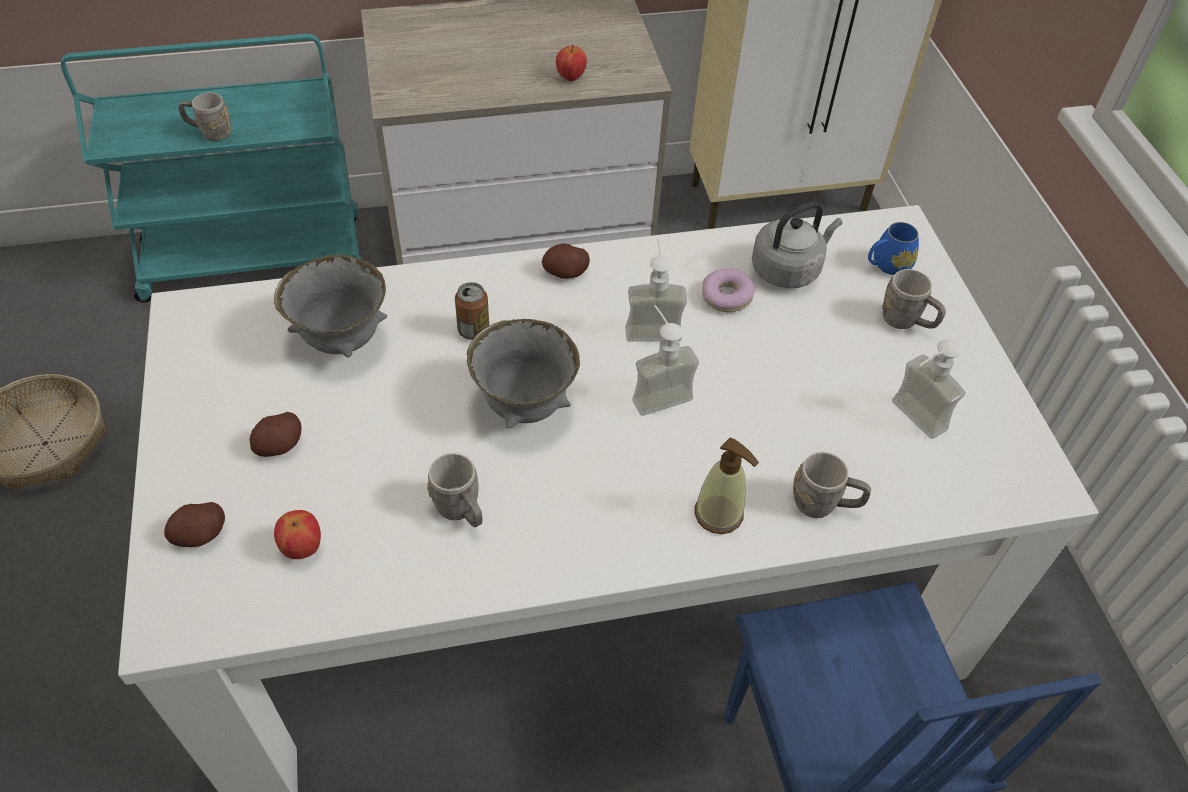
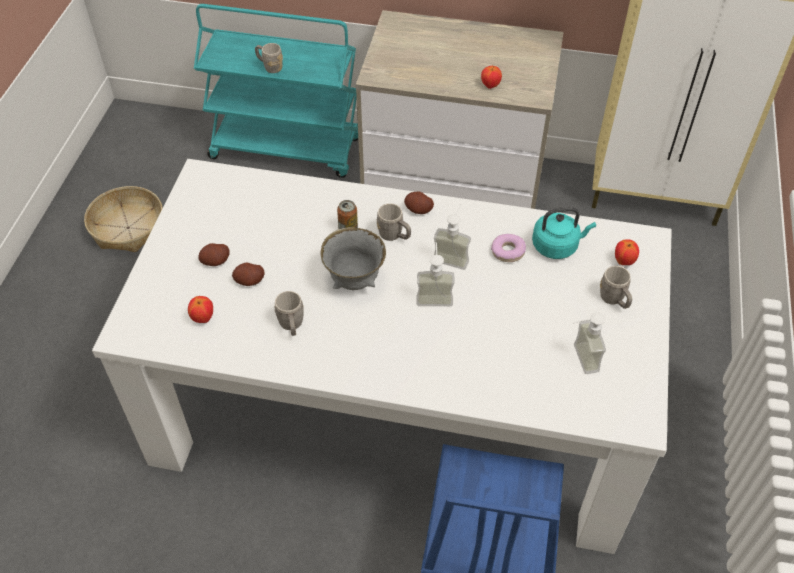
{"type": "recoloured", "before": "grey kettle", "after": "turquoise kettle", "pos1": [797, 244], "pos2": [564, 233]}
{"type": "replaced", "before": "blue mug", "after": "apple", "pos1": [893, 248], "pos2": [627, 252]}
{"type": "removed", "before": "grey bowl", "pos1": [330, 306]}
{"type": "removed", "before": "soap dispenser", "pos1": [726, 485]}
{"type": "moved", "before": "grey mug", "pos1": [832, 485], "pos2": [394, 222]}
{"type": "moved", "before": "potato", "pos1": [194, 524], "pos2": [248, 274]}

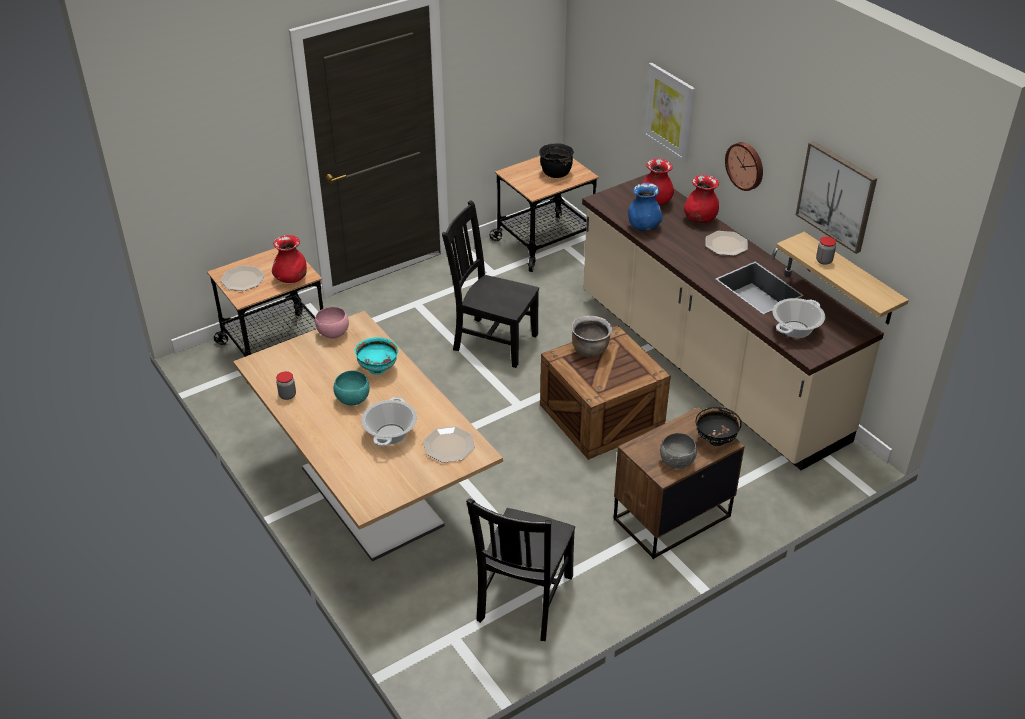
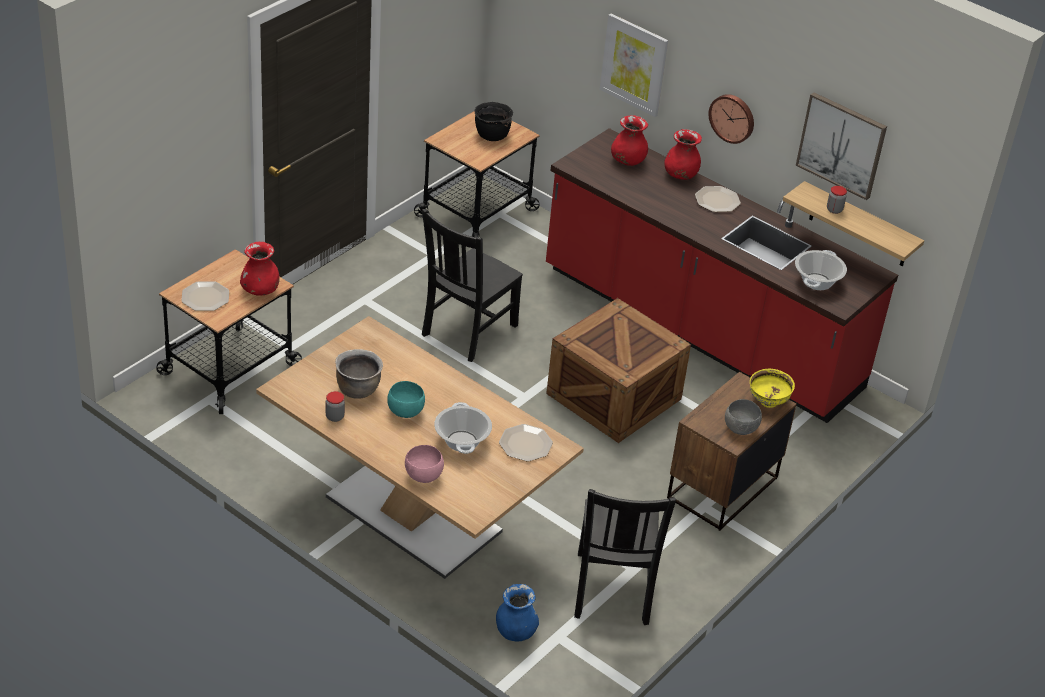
{"type": "recoloured", "before": "beige counter", "after": "red counter", "pos1": [733, 322], "pos2": [722, 275]}
{"type": "moved", "before": "blue vase", "pos1": [645, 207], "pos2": [517, 612]}
{"type": "turned", "before": "black chair", "pos1": [490, 284], "pos2": [472, 285], "turn": -60}
{"type": "moved", "before": "pink bowl", "pos1": [332, 323], "pos2": [424, 464]}
{"type": "moved", "before": "brown cooking pot", "pos1": [592, 336], "pos2": [359, 374]}
{"type": "removed", "before": "turquoise bowl", "pos1": [376, 356]}
{"type": "recoloured", "before": "black bowl", "after": "yellow bowl", "pos1": [719, 426], "pos2": [772, 388]}

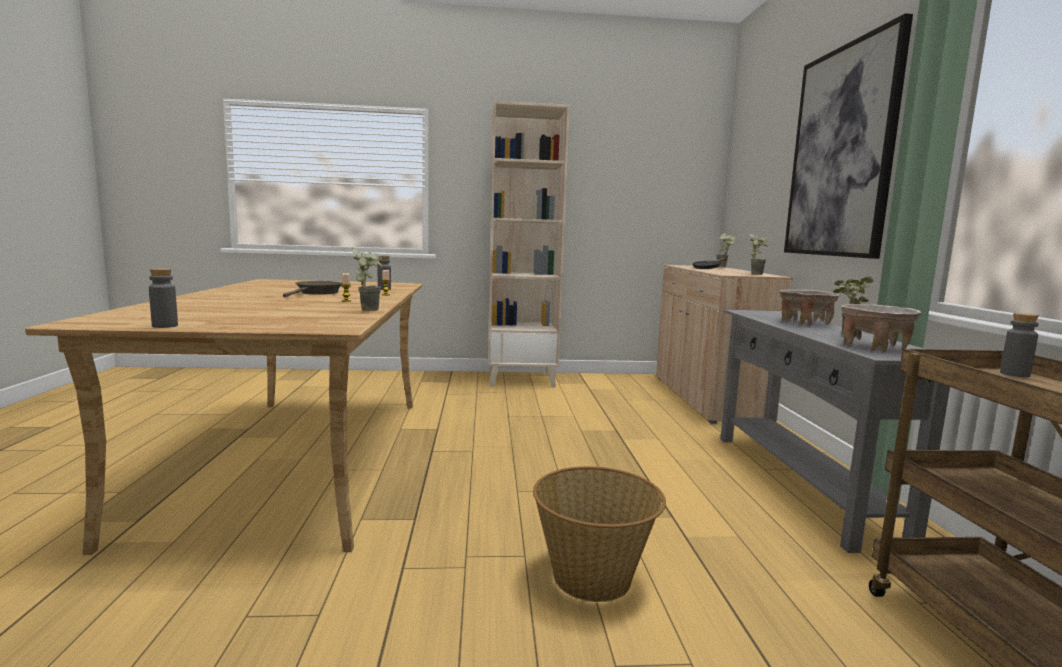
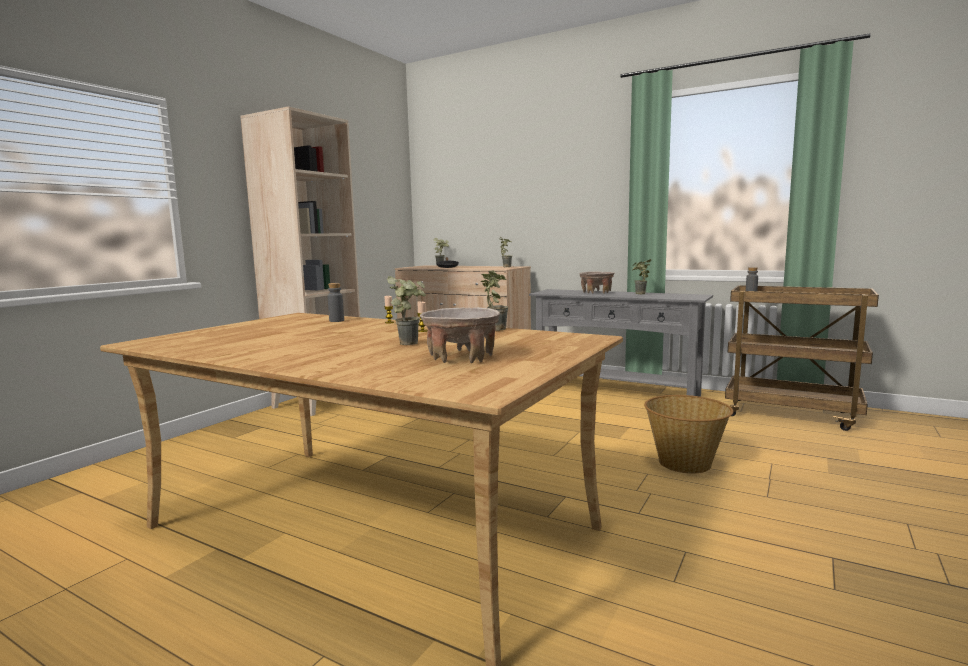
{"type": "removed", "before": "picture", "pos1": [848, 136]}
{"type": "removed", "before": "grey bottle", "pos1": [163, 298]}
{"type": "removed", "before": "brown frying pan", "pos1": [312, 289]}
{"type": "moved", "before": "beige bowl", "pos1": [881, 328], "pos2": [460, 335]}
{"type": "added", "after": "potted plant", "pos2": [406, 310]}

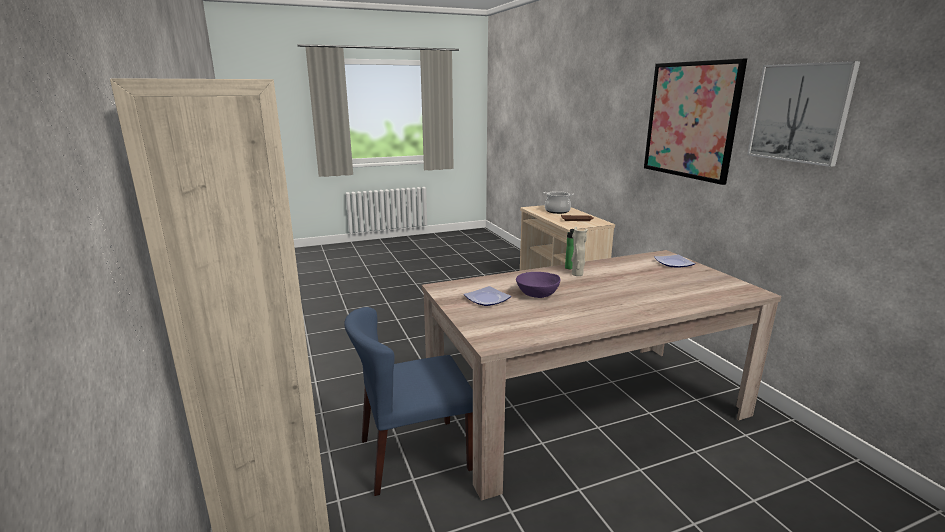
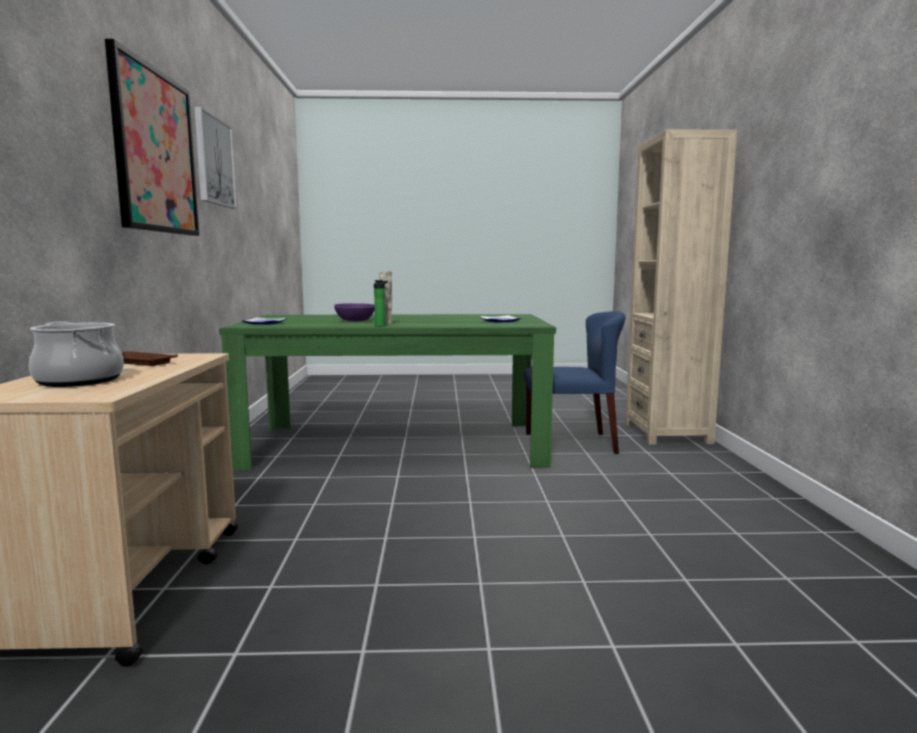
{"type": "recoloured", "before": "beige dining table", "after": "green dining table", "pos1": [601, 375], "pos2": [387, 392]}
{"type": "moved", "before": "purple bowl", "pos1": [538, 285], "pos2": [354, 312]}

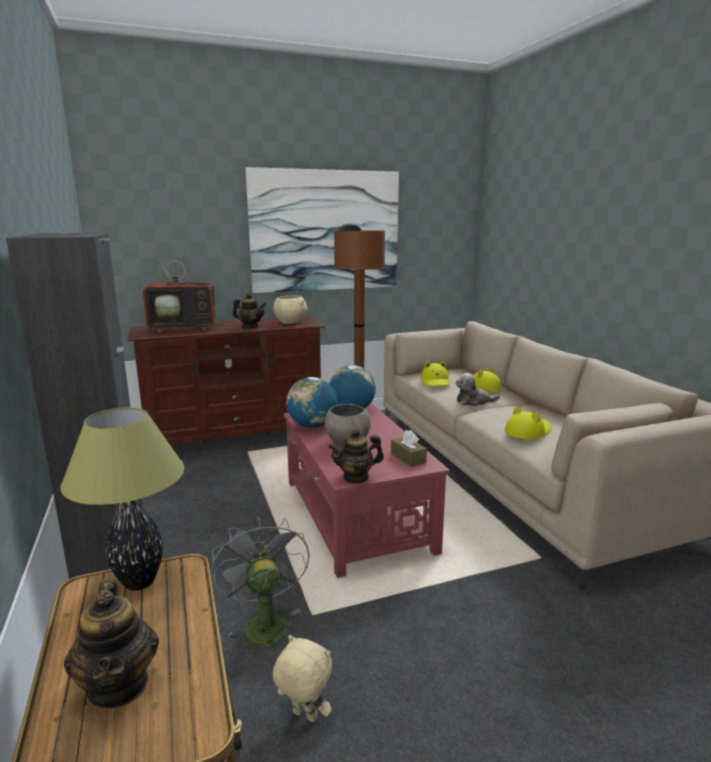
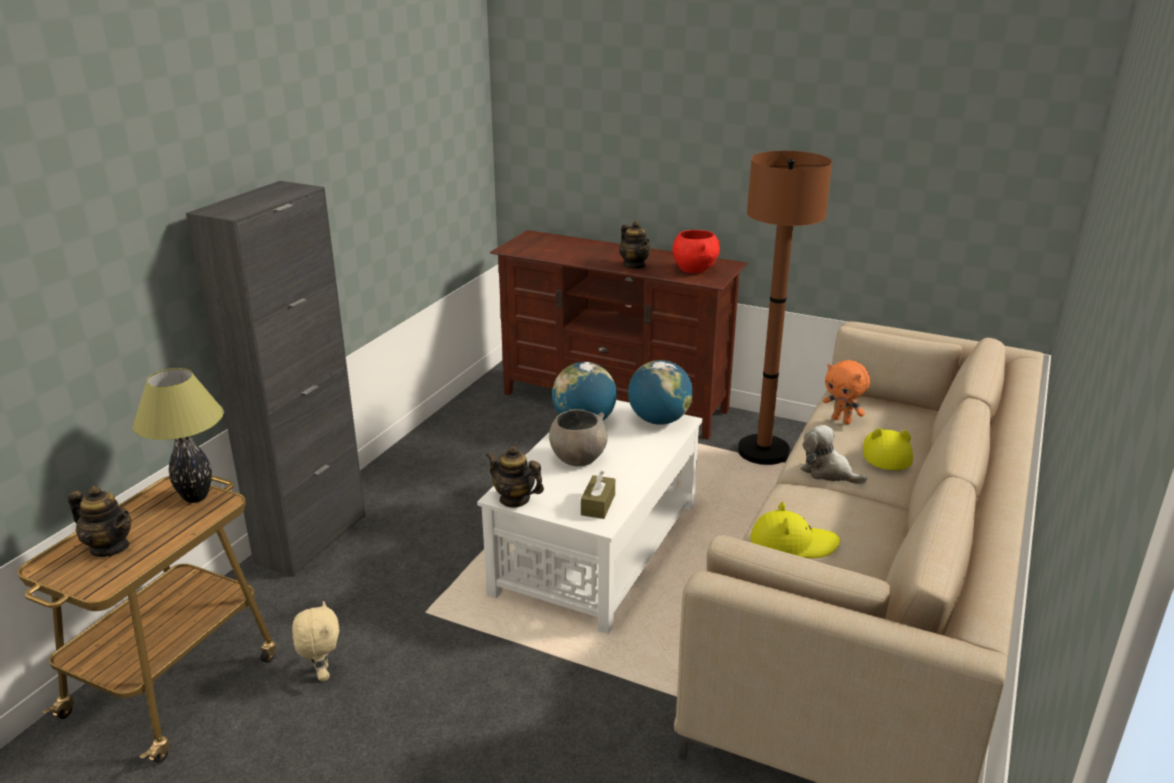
{"type": "removed", "before": "picture", "pos1": [322, 230]}
{"type": "removed", "before": "television", "pos1": [186, 288]}
{"type": "recoloured", "before": "beige bowl", "after": "red bowl", "pos1": [290, 309], "pos2": [696, 251]}
{"type": "replaced", "before": "yellow hat", "after": "orange plush toy", "pos1": [435, 373], "pos2": [846, 392]}
{"type": "recoloured", "before": "red coffee table", "after": "white coffee table", "pos1": [367, 490], "pos2": [590, 517]}
{"type": "removed", "before": "grey fan", "pos1": [260, 587]}
{"type": "turned", "before": "teapot", "pos1": [111, 643], "pos2": [99, 521], "turn": -90}

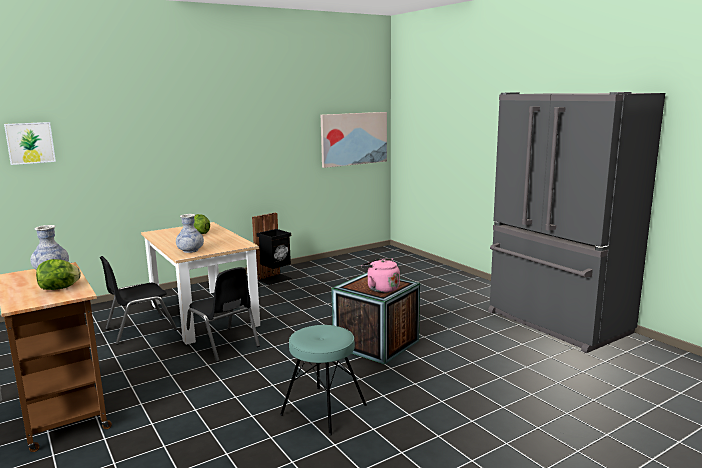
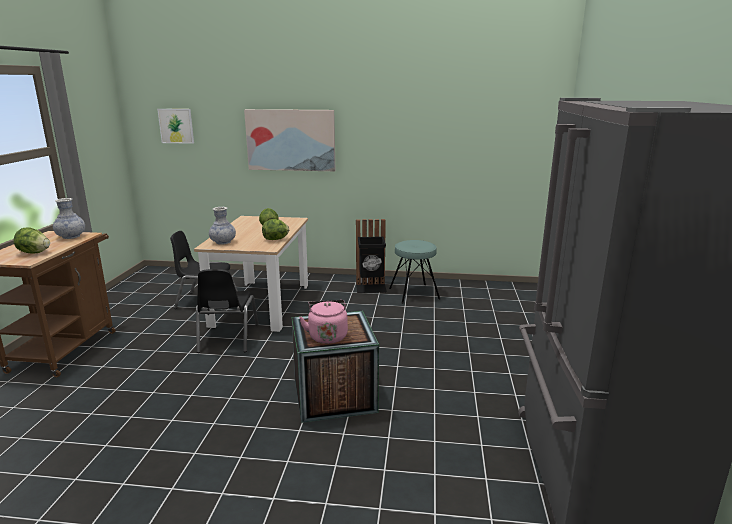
{"type": "moved", "before": "picture", "pos1": [354, 140], "pos2": [290, 140]}
{"type": "moved", "before": "turquoise stool", "pos1": [323, 380], "pos2": [414, 272]}
{"type": "added", "after": "lettuce", "pos2": [275, 229]}

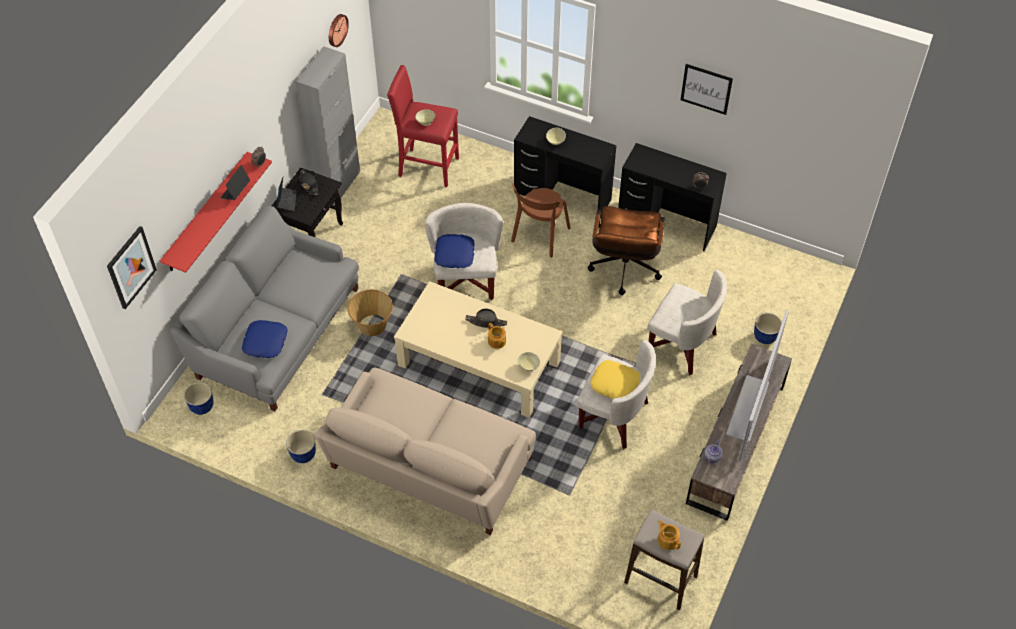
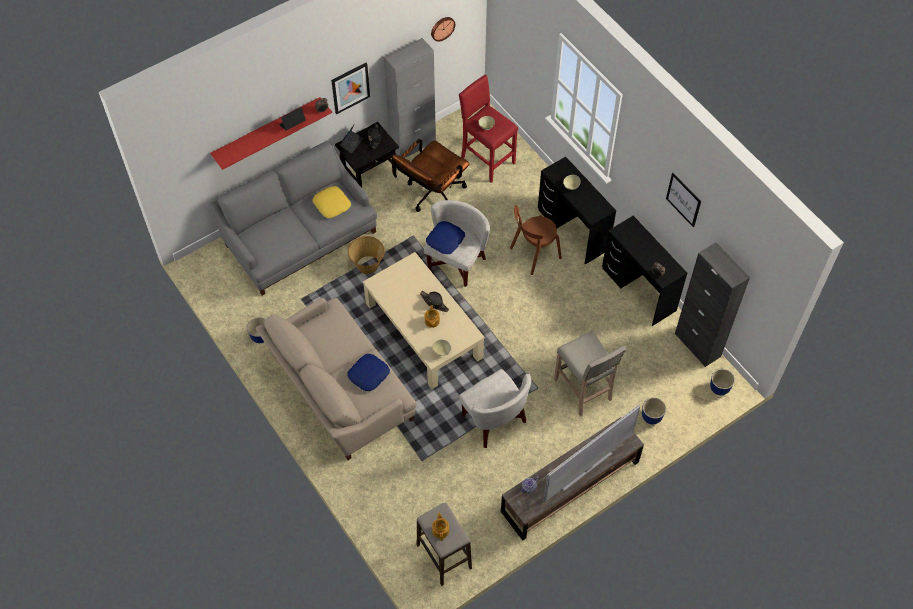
{"type": "moved", "before": "brown office chair", "pos1": [626, 250], "pos2": [431, 175]}
{"type": "moved", "before": "picture", "pos1": [132, 267], "pos2": [350, 88]}
{"type": "replaced", "before": "white armchair", "after": "beige stool", "pos1": [687, 322], "pos2": [590, 374]}
{"type": "moved", "before": "blue pillow", "pos1": [265, 339], "pos2": [368, 372]}
{"type": "moved", "before": "yellow pillow", "pos1": [615, 379], "pos2": [331, 202]}
{"type": "moved", "before": "planter", "pos1": [199, 398], "pos2": [722, 382]}
{"type": "added", "after": "black cabinet", "pos2": [712, 304]}

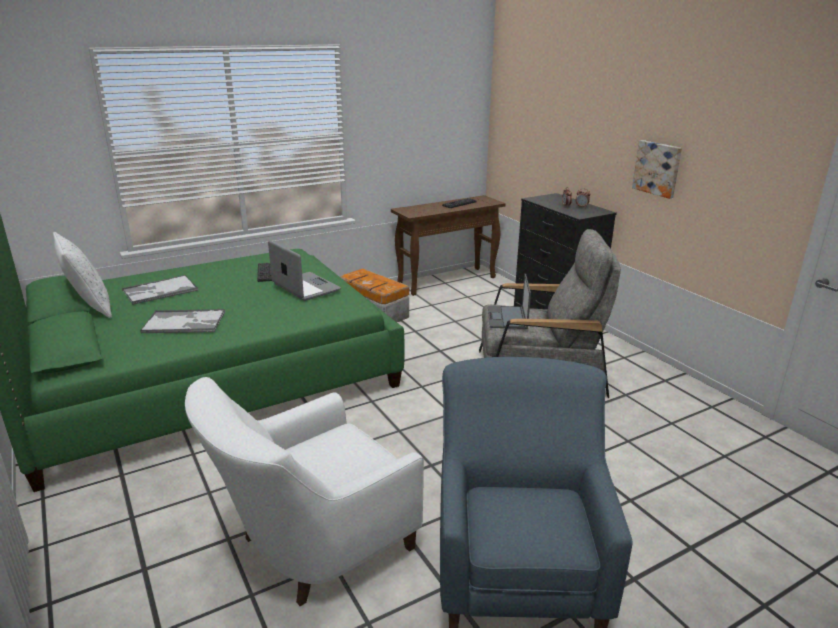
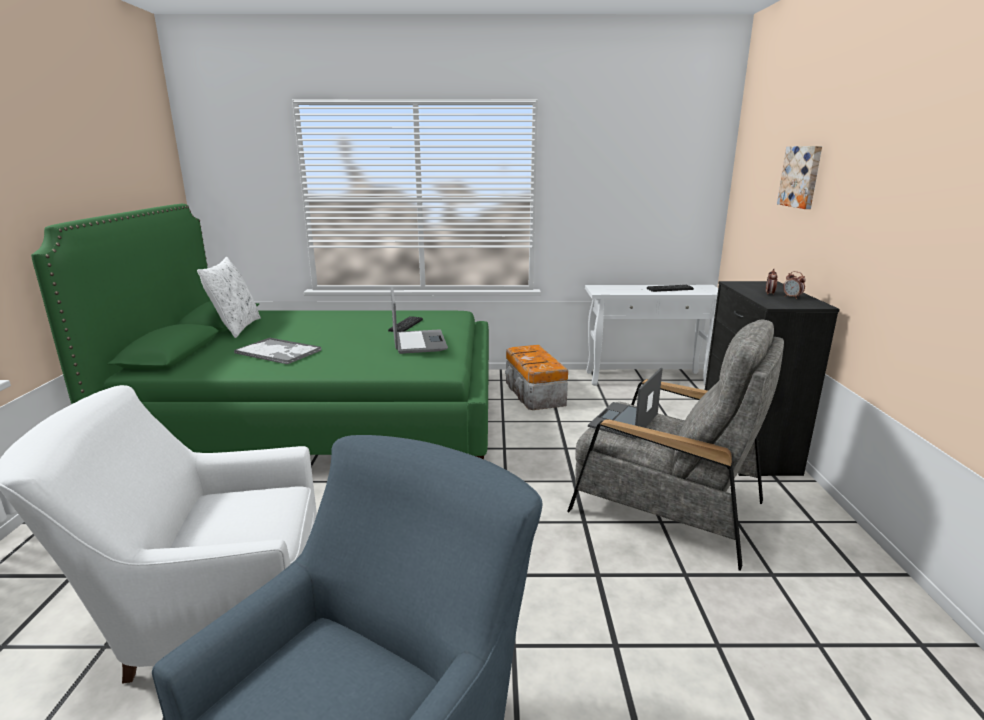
{"type": "moved", "before": "picture", "pos1": [657, 169], "pos2": [799, 177]}
{"type": "recoloured", "before": "brown console table", "after": "white console table", "pos1": [448, 245], "pos2": [651, 335]}
{"type": "removed", "before": "tray", "pos1": [160, 290]}

